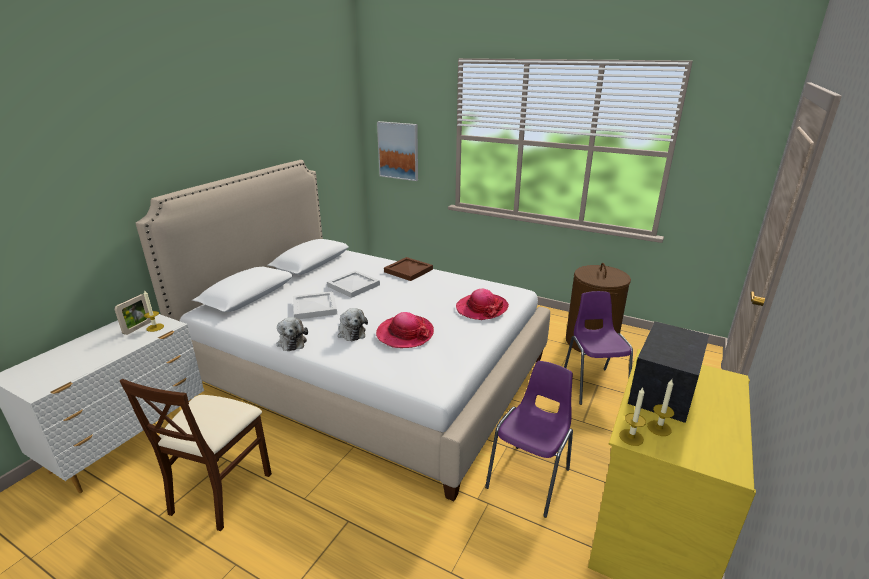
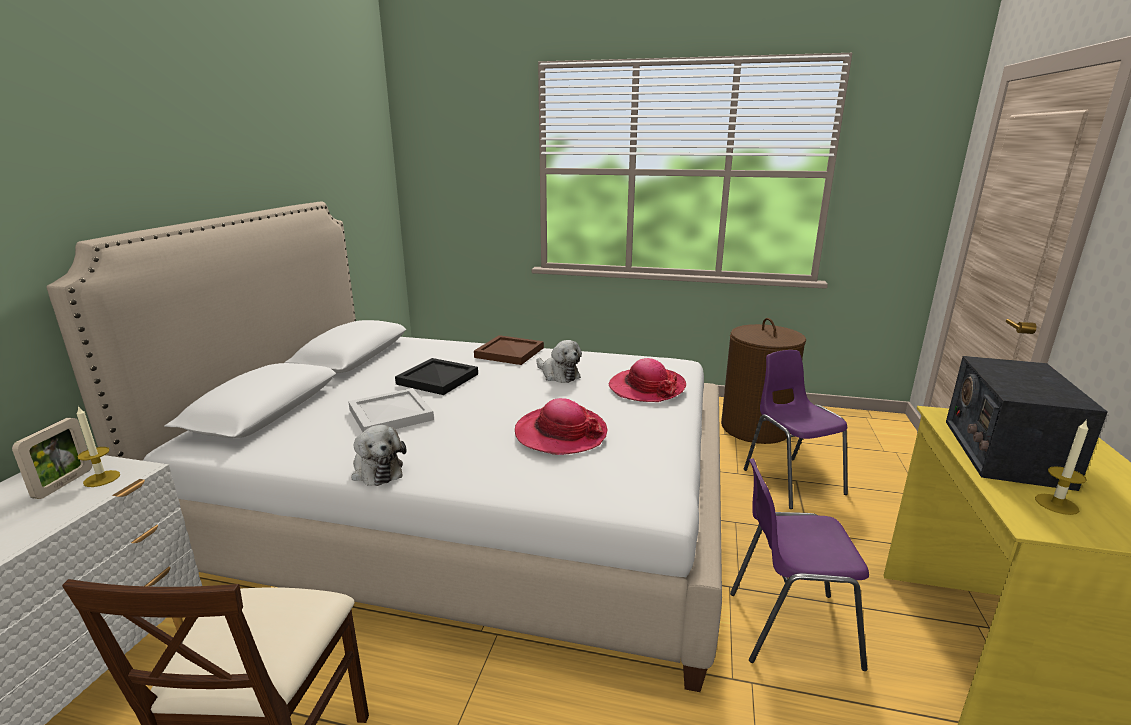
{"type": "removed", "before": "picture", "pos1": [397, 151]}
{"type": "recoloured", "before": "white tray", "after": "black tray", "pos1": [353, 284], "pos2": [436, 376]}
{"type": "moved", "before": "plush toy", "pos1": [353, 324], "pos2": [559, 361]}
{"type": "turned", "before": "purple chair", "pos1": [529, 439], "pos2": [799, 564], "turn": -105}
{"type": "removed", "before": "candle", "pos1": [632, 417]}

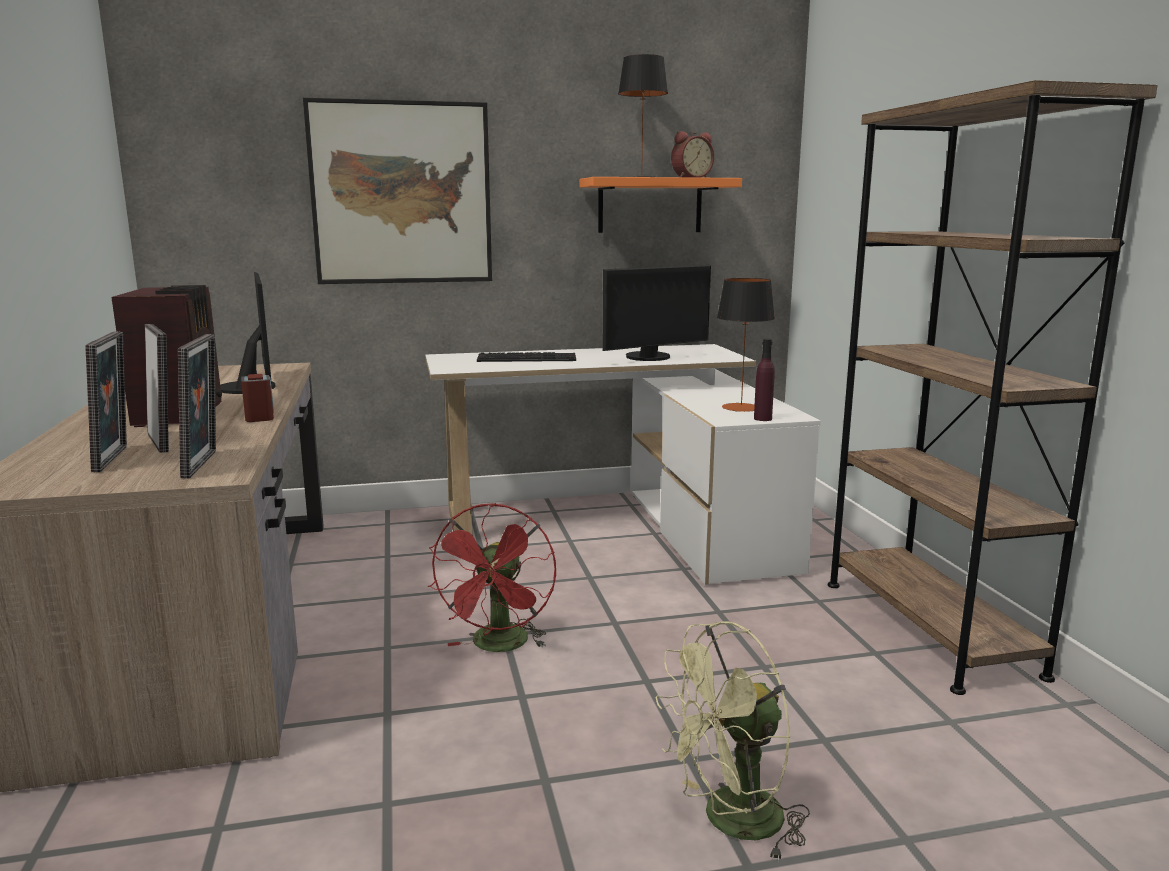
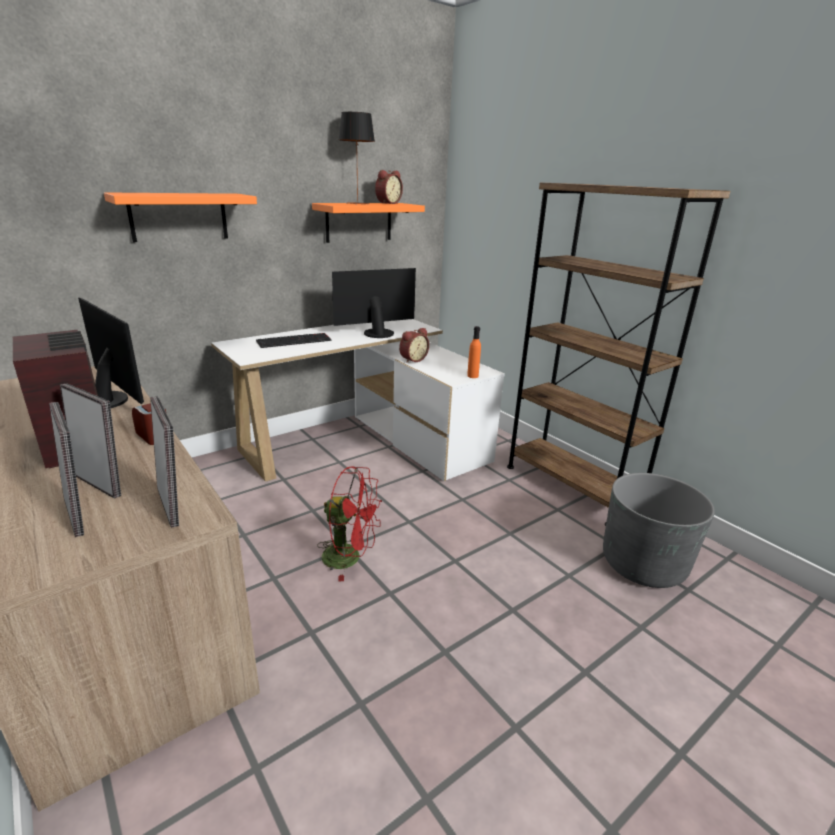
{"type": "replaced", "before": "picture", "after": "orange shelf", "pos1": [397, 191], "pos2": [180, 217]}
{"type": "turned", "before": "monitor", "pos1": [657, 313], "pos2": [374, 303], "turn": -150}
{"type": "removed", "before": "table lamp", "pos1": [746, 345]}
{"type": "recoloured", "before": "purple bottle", "after": "orange bottle", "pos1": [764, 380], "pos2": [474, 352]}
{"type": "turned", "before": "red fan", "pos1": [492, 577], "pos2": [349, 524], "turn": -60}
{"type": "removed", "before": "green fan", "pos1": [732, 742]}
{"type": "added", "after": "alarm clock", "pos2": [414, 345]}
{"type": "added", "after": "grey planter", "pos2": [659, 530]}

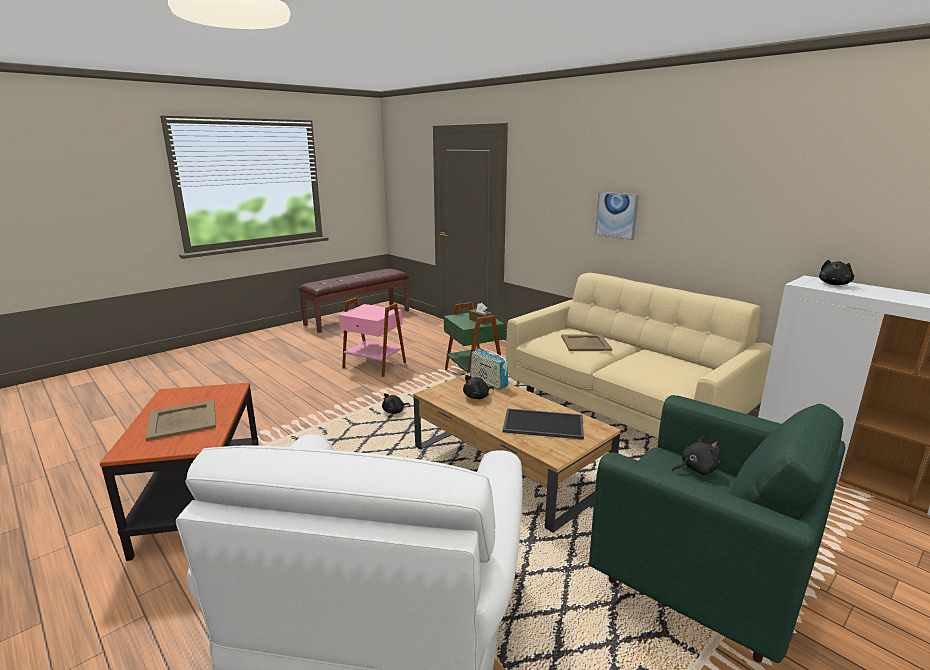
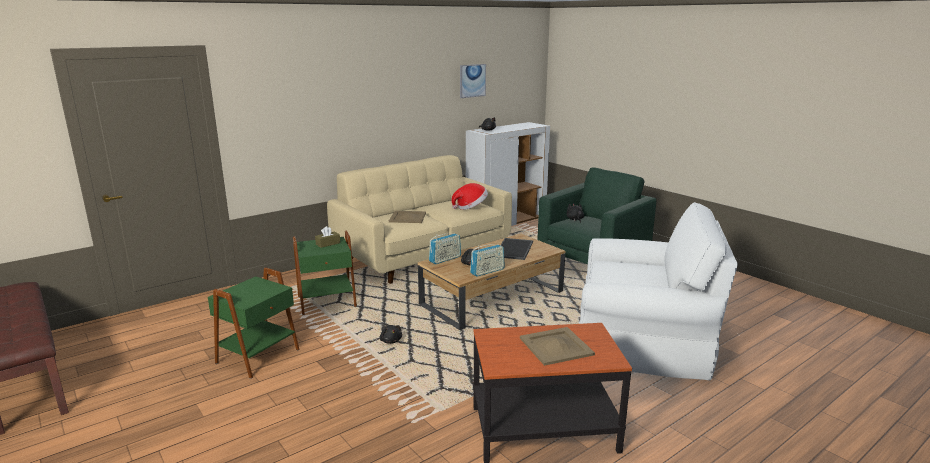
{"type": "moved", "before": "picture", "pos1": [617, 216], "pos2": [473, 81]}
{"type": "recoloured", "before": "pink side table", "after": "green side table", "pos1": [372, 337], "pos2": [254, 323]}
{"type": "added", "after": "hat", "pos2": [470, 196]}
{"type": "added", "after": "radio", "pos2": [487, 260]}

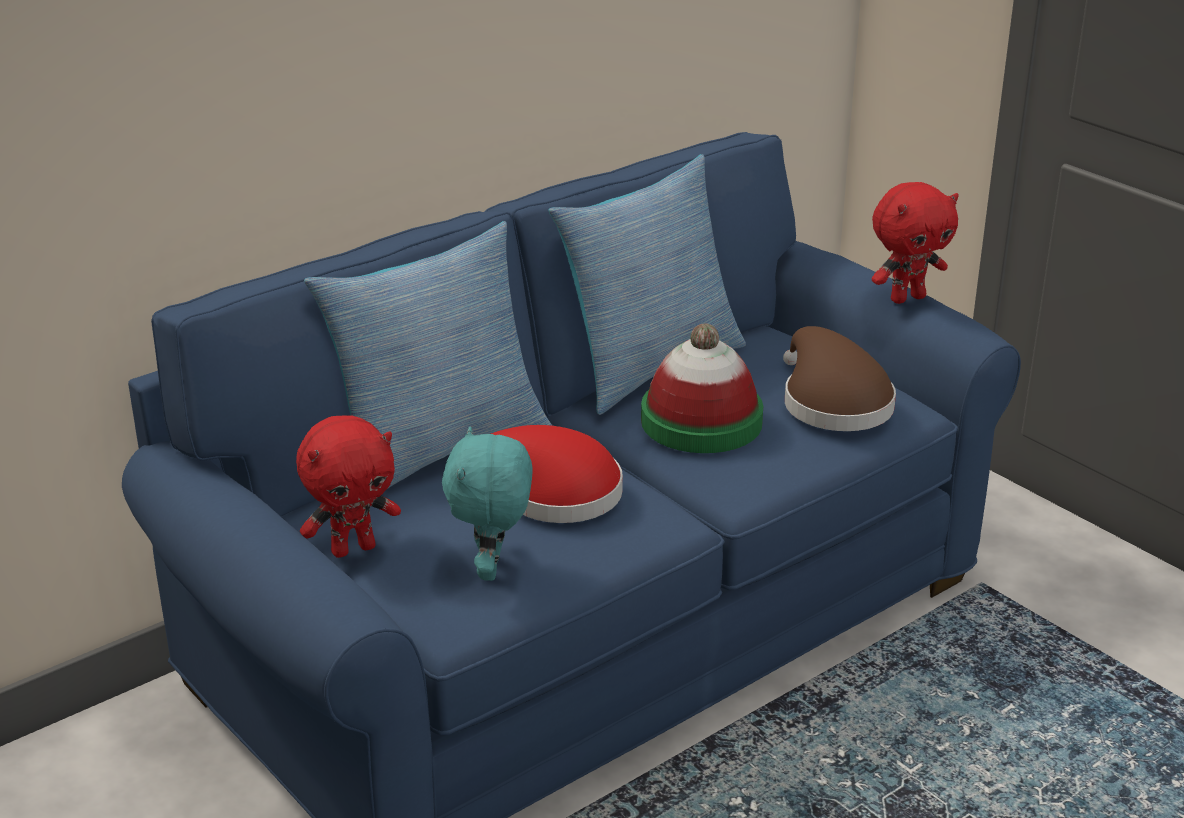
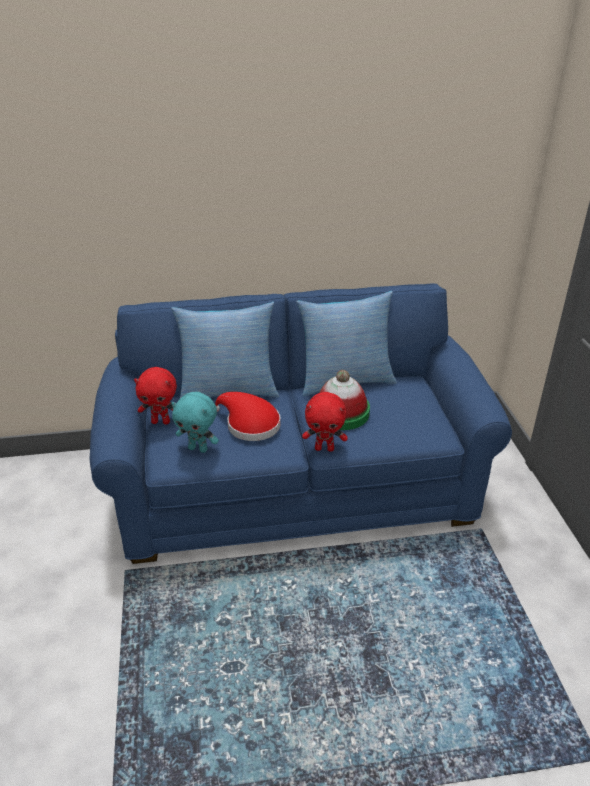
{"type": "moved", "before": "red plush toy", "pos1": [915, 243], "pos2": [324, 422]}
{"type": "removed", "before": "brown hat", "pos1": [839, 378]}
{"type": "turned", "before": "turquoise plush toy", "pos1": [487, 503], "pos2": [195, 422], "turn": -105}

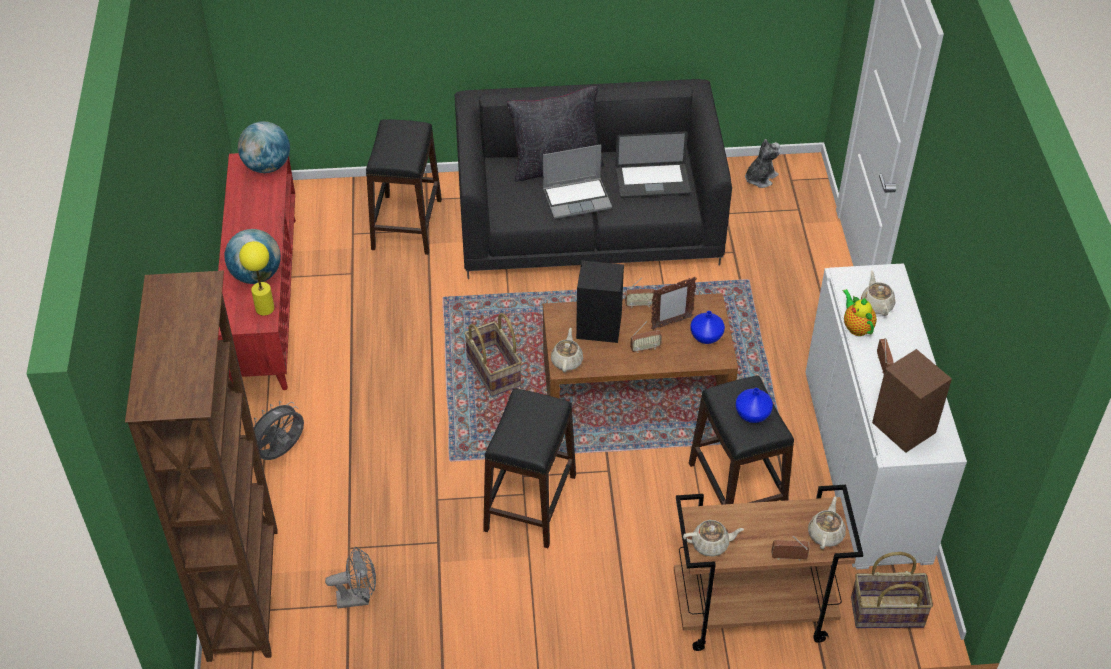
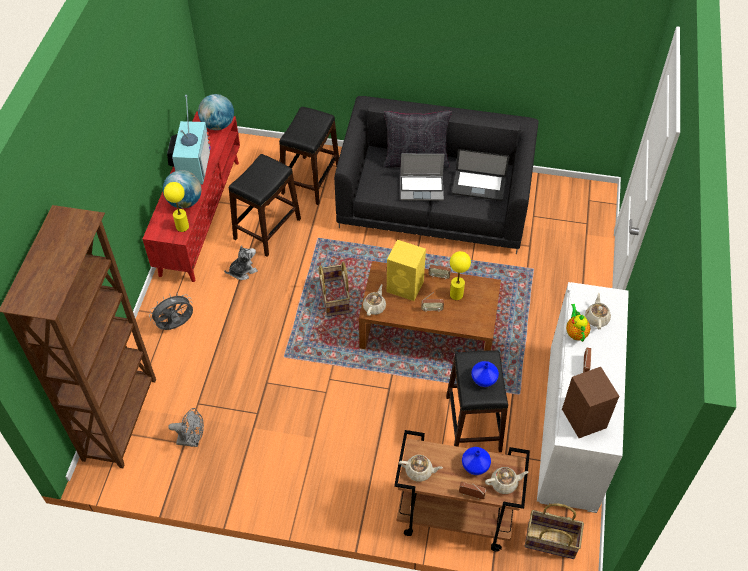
{"type": "moved", "before": "plush toy", "pos1": [762, 163], "pos2": [241, 263]}
{"type": "recoloured", "before": "black speaker", "after": "yellow speaker", "pos1": [600, 302], "pos2": [406, 270]}
{"type": "replaced", "before": "picture frame", "after": "yellow table lamp", "pos1": [674, 303], "pos2": [460, 275]}
{"type": "moved", "before": "blue vase", "pos1": [707, 327], "pos2": [476, 461]}
{"type": "moved", "before": "black stool", "pos1": [529, 468], "pos2": [265, 205]}
{"type": "turned", "before": "beige teapot", "pos1": [827, 522], "pos2": [507, 480], "turn": 45}
{"type": "added", "after": "television", "pos2": [189, 139]}

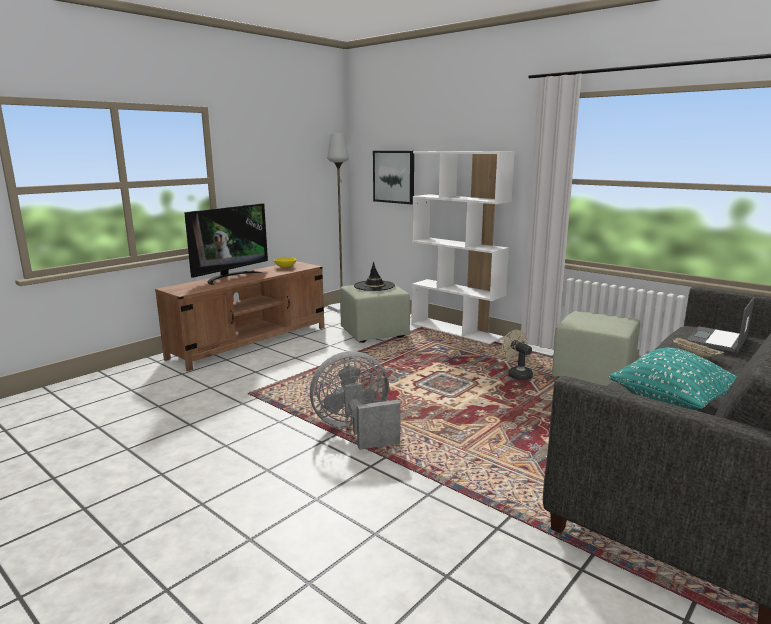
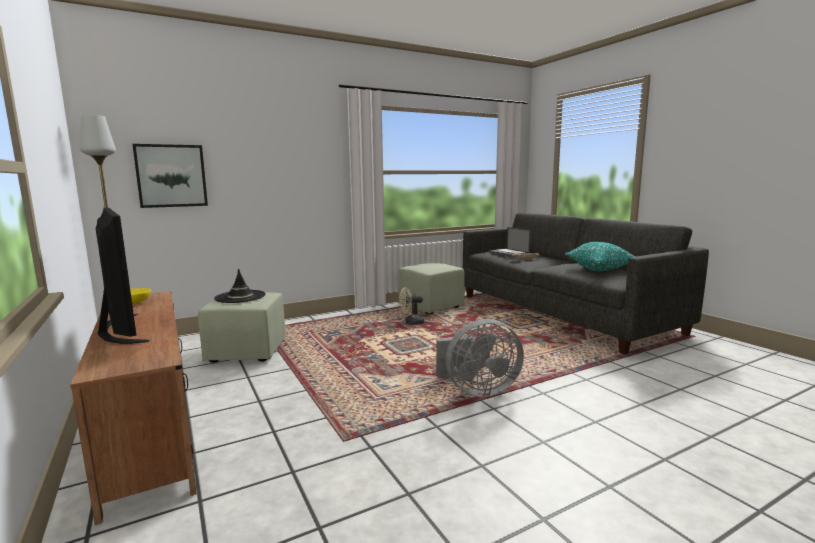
{"type": "removed", "before": "white bookcase", "pos1": [463, 247]}
{"type": "turned", "before": "grey fan", "pos1": [355, 400], "pos2": [480, 358], "turn": -105}

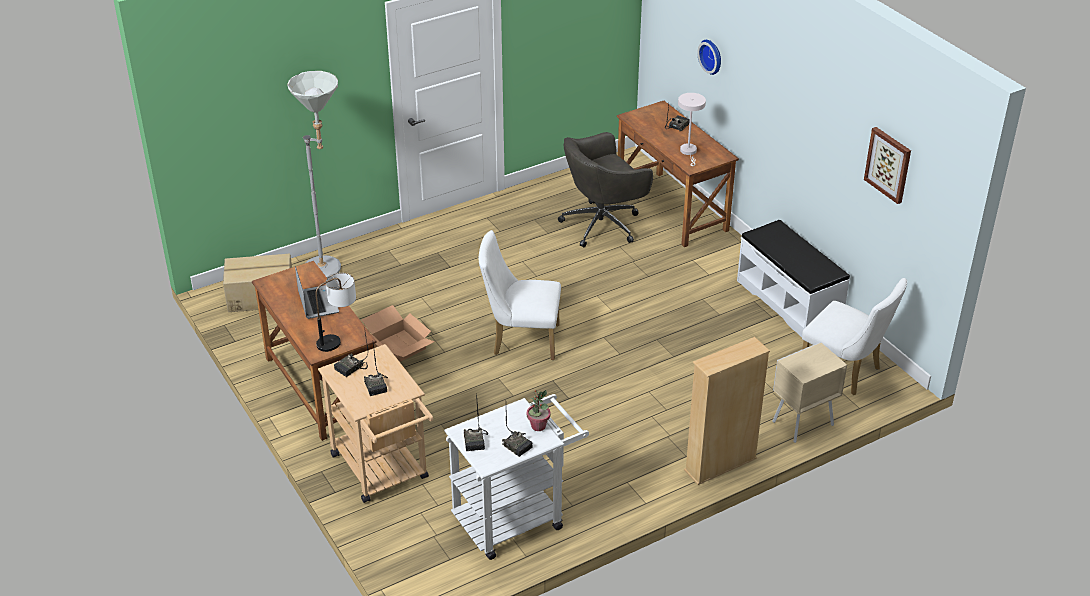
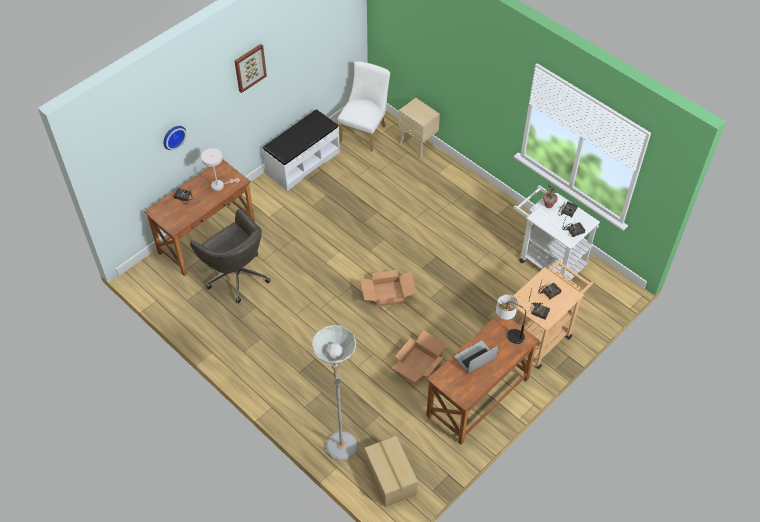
{"type": "moved", "before": "picture", "pos1": [887, 165], "pos2": [251, 68]}
{"type": "replaced", "before": "white chair", "after": "cardboard box", "pos1": [520, 295], "pos2": [388, 288]}
{"type": "removed", "before": "beige bookcase", "pos1": [727, 411]}

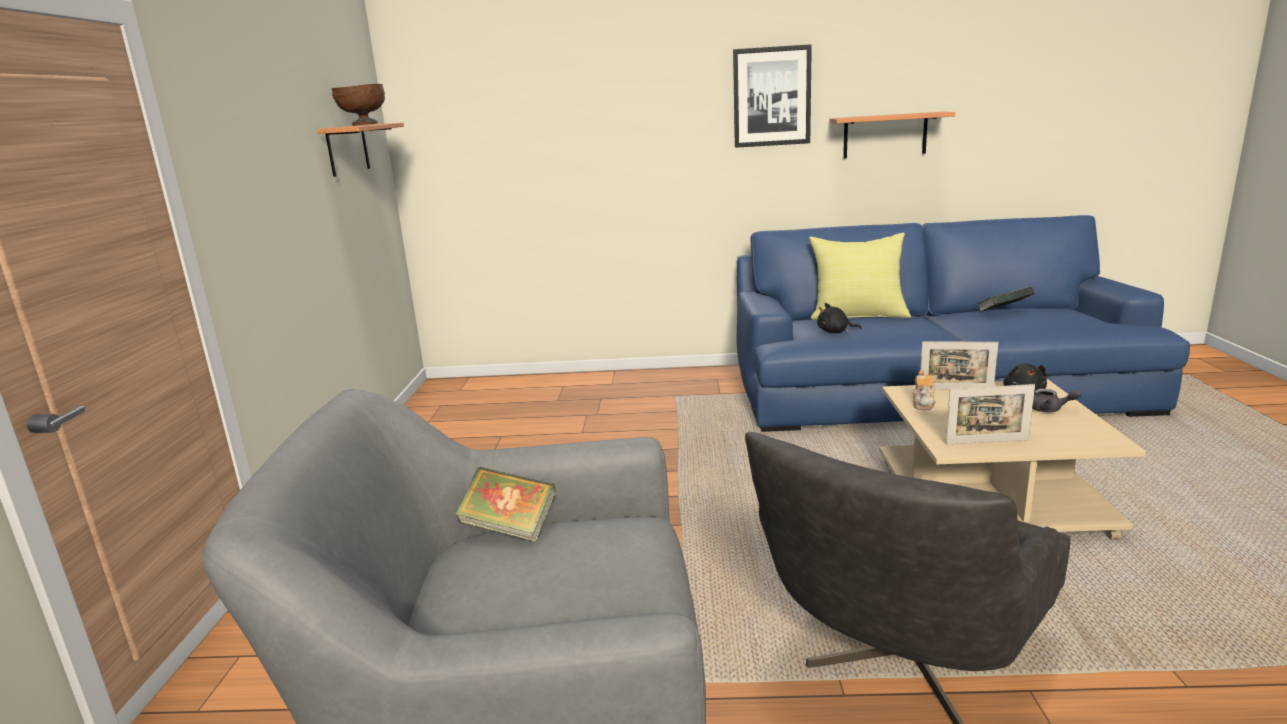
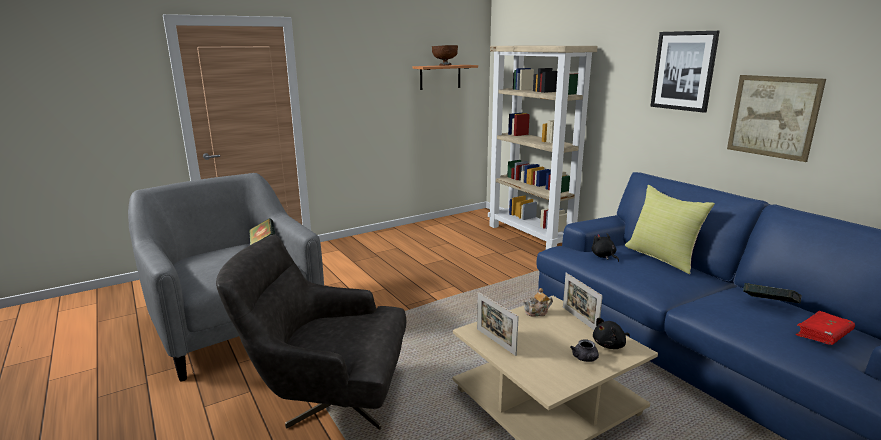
{"type": "replaced", "before": "shelf", "after": "picture", "pos1": [892, 135], "pos2": [776, 118]}
{"type": "added", "after": "beige bookcase", "pos2": [543, 148]}
{"type": "added", "after": "red book", "pos2": [825, 328]}

